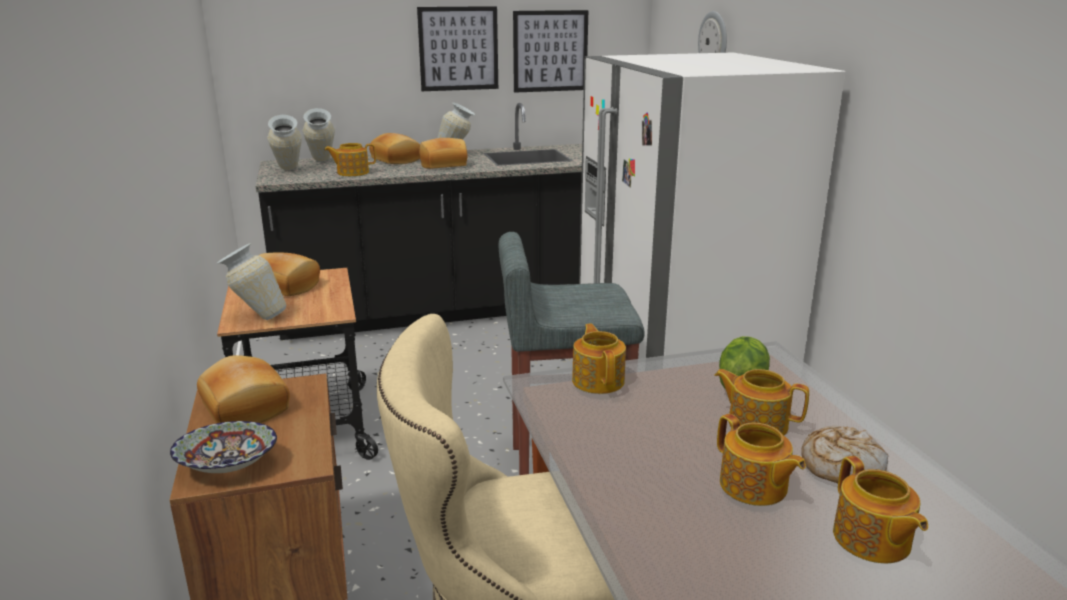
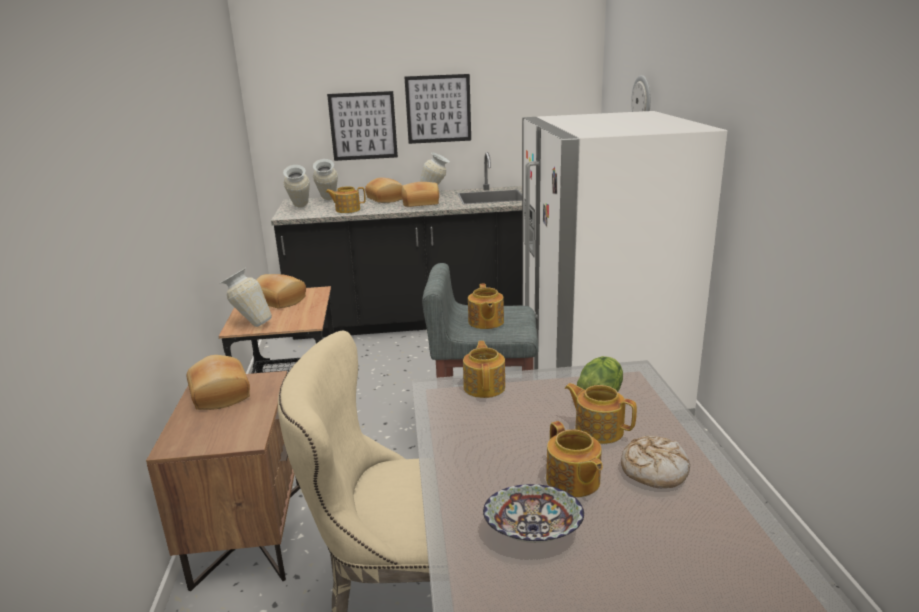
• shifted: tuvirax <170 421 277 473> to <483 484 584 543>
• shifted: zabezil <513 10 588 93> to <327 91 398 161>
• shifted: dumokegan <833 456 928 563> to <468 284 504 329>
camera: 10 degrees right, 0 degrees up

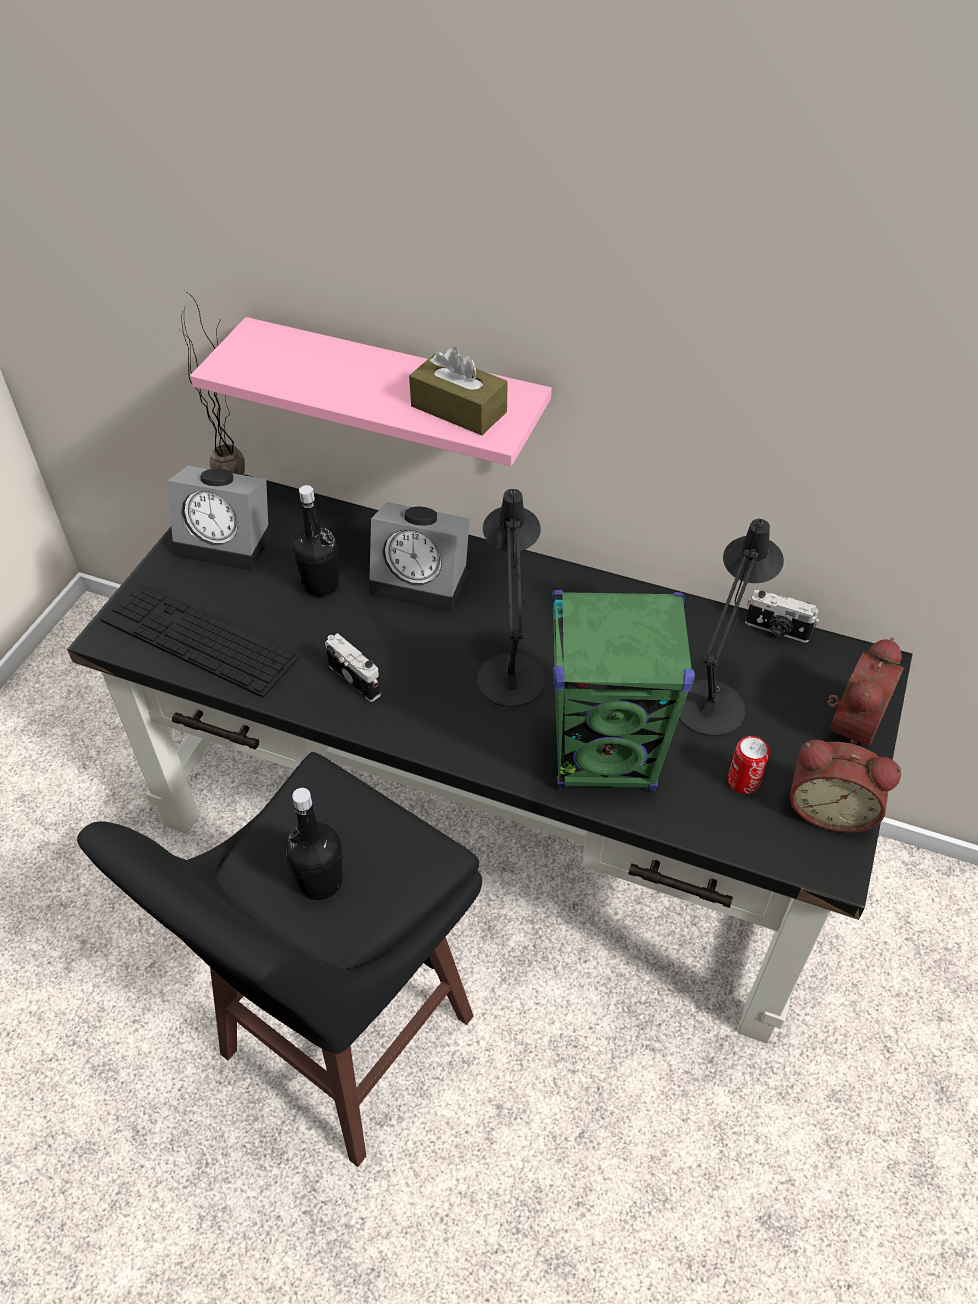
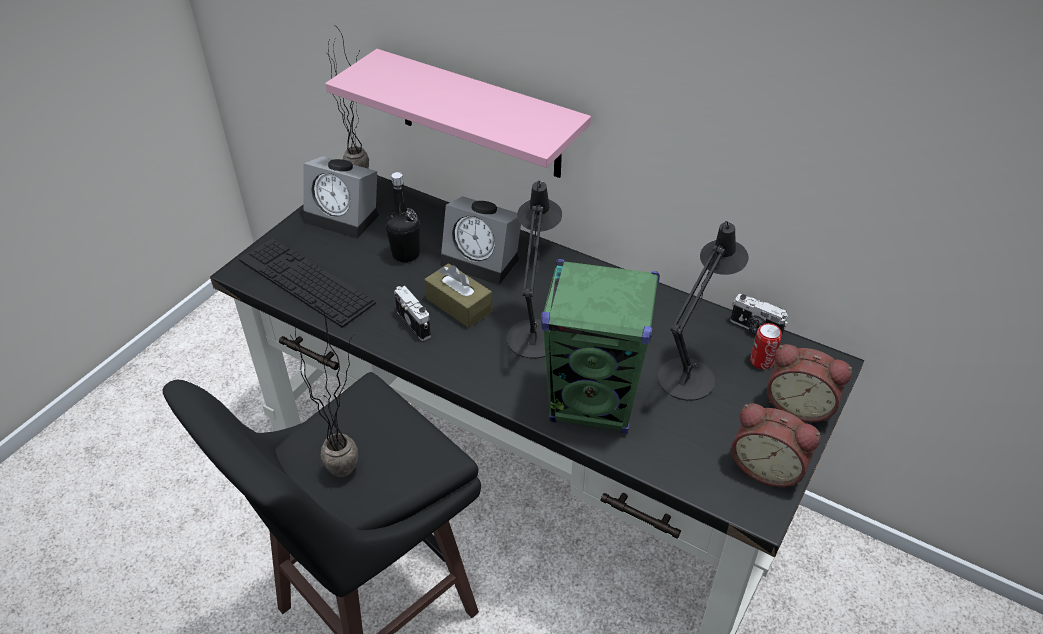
• shifted: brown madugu <409 347 508 435> to <425 263 492 328>
• shifted: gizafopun <728 736 769 794> to <750 323 782 369>
• swapped: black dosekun <285 788 343 900> to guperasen <290 302 358 477>
• rotated: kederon <827 638 904 746> = <767 344 852 422> 75 degrees clockwise
camera: 10 degrees right, 5 degrees down

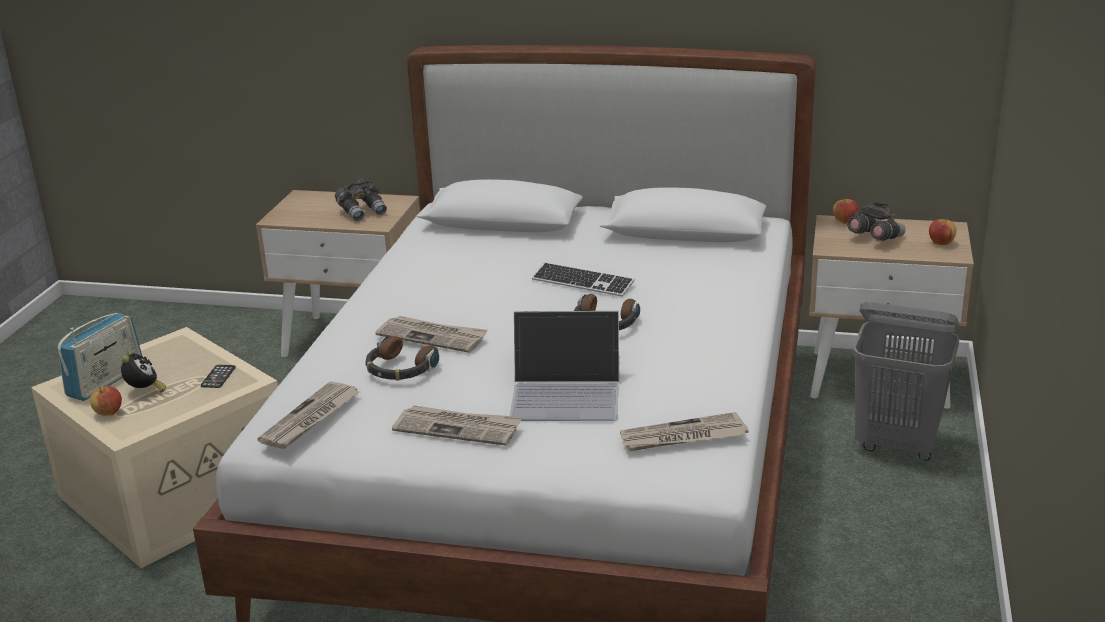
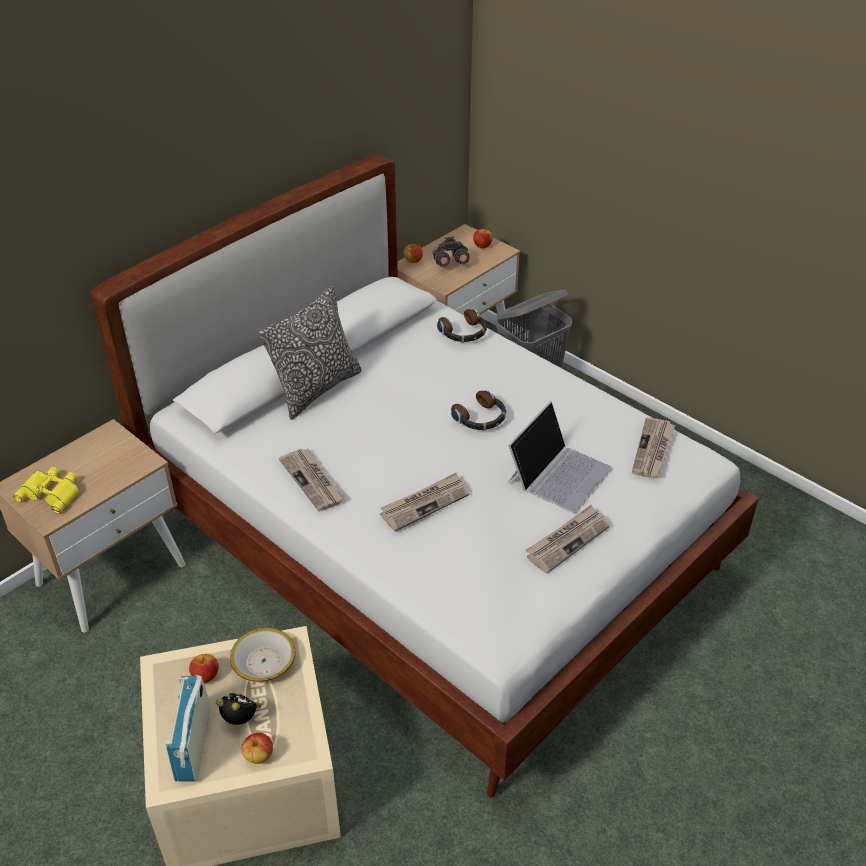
• gone: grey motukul <335 177 387 221>
• gone: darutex <532 262 635 297>
• new: yellow motukul <13 467 80 514>
• new: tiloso <189 654 219 683>
• new: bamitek <259 286 361 420>
• shifted: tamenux <258 381 359 449> to <279 449 345 511>
• shifted: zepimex <365 336 439 380> to <437 309 487 342>
• swapped: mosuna <201 365 236 388> to tuvirax <230 628 295 682>
• rotated: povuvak <57 313 143 401> = <165 675 210 782> 150 degrees counterclockwise
camera: 60 degrees left, 15 degrees up

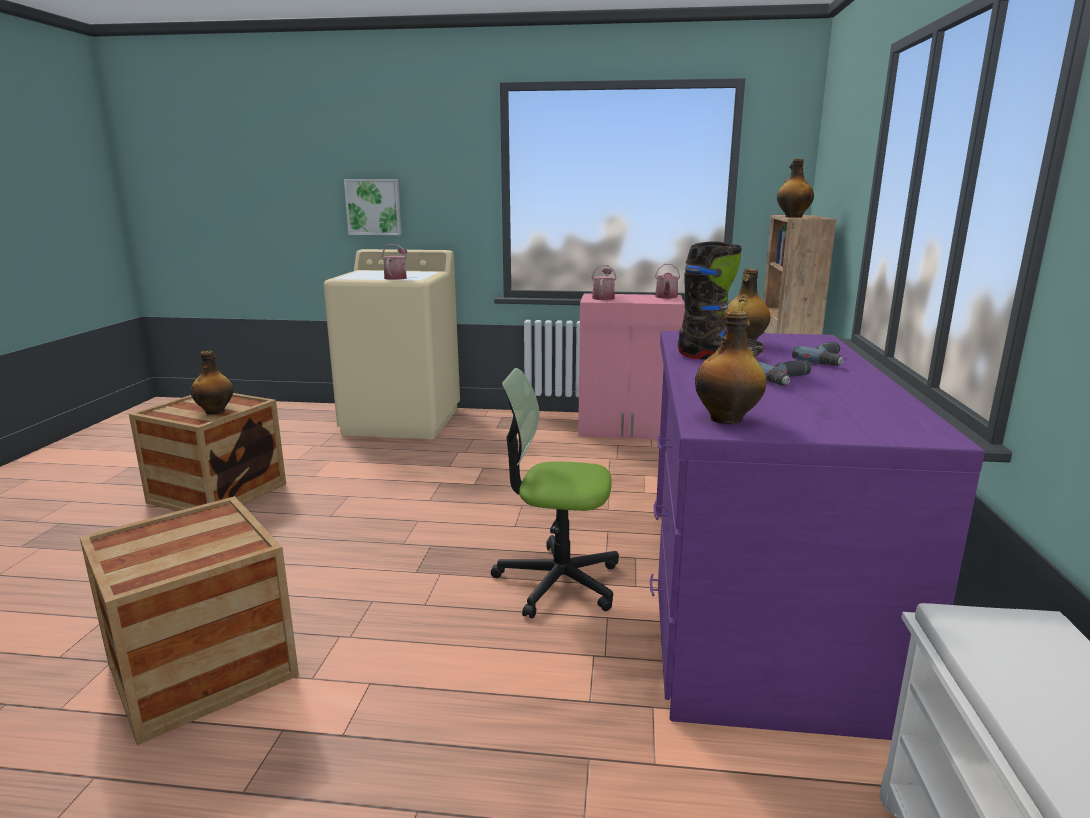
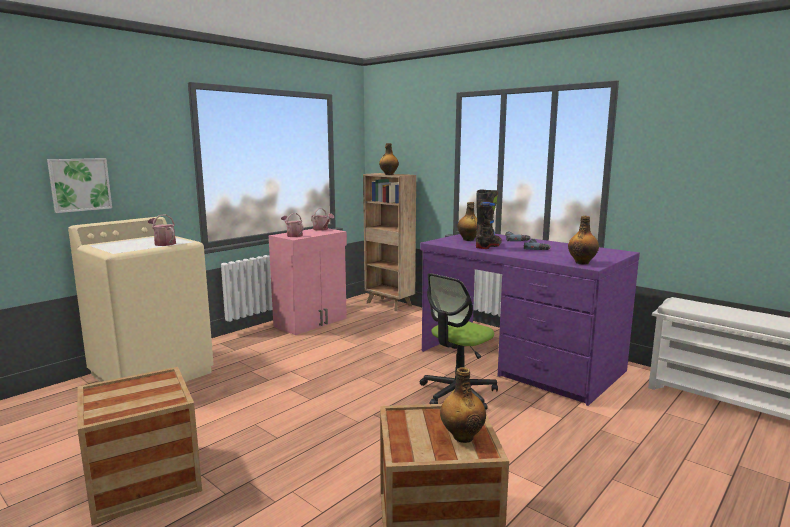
• shifted: dosekun <191 350 233 415> to <440 367 486 443>
camera: 55 degrees left, 5 degrees down

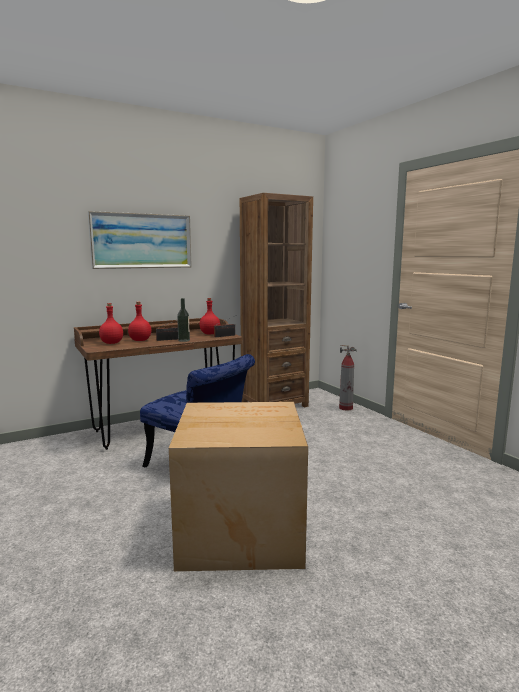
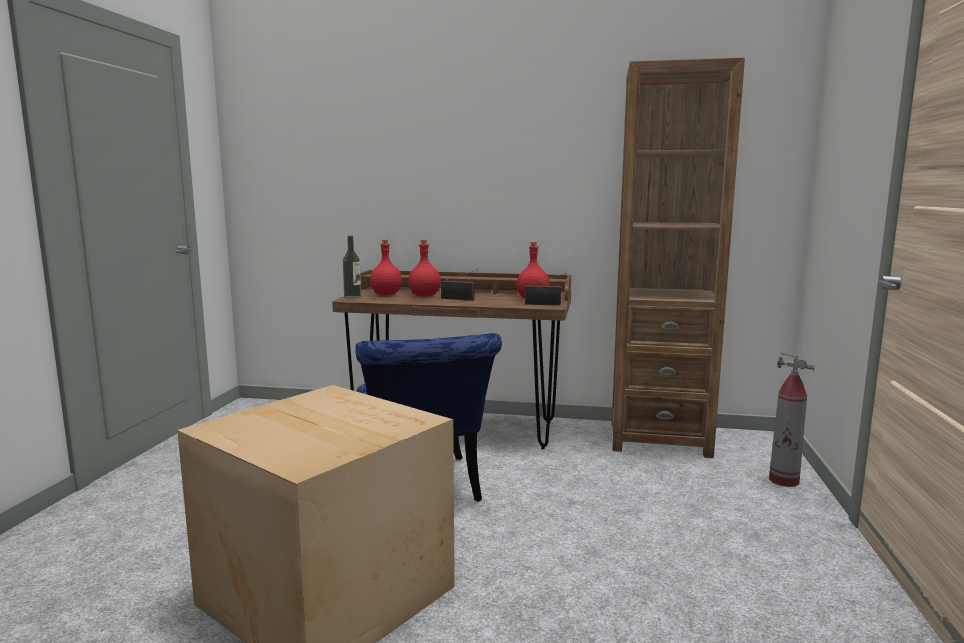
• gone: zabezil <88 211 192 269>
• shifted: dosekun <177 298 190 342> to <343 236 361 299>
camera: 40 degrees right, 0 degrees up

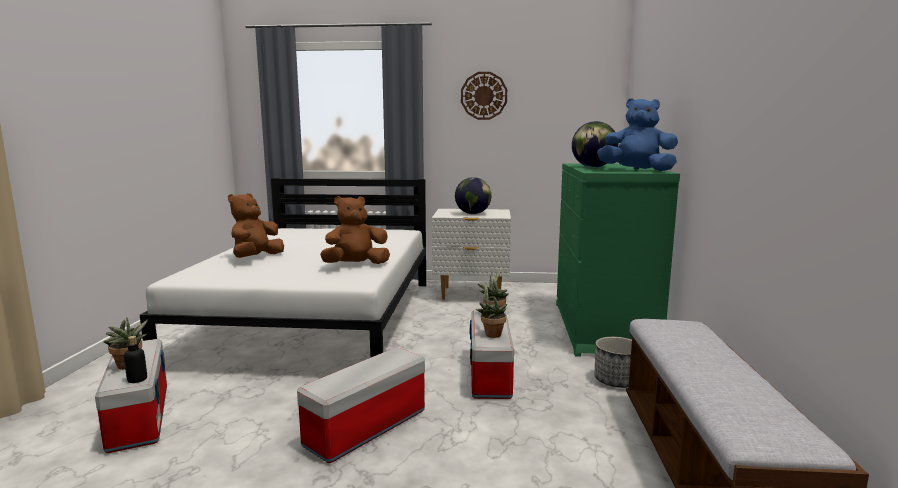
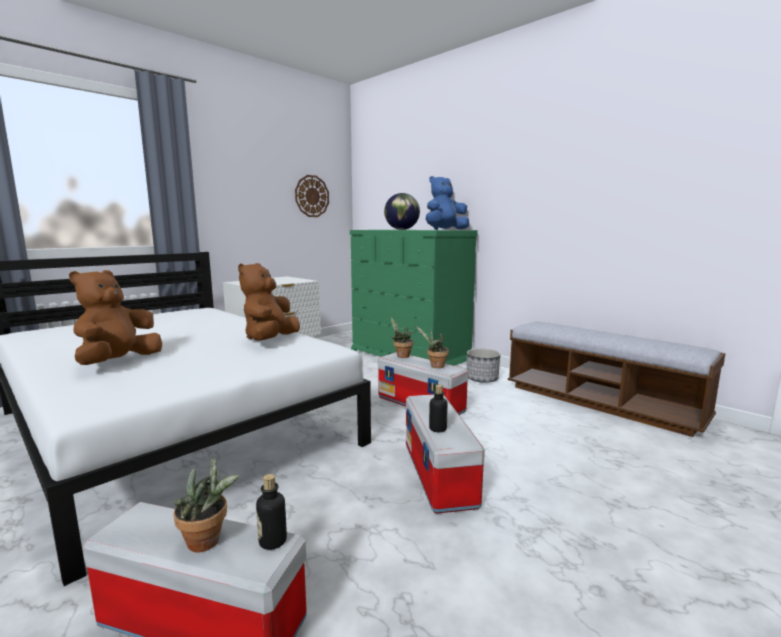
• gone: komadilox <455 177 492 214>
• new: dosekun <429 385 448 432>
• shifted: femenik <461 72 507 120> to <295 175 329 217>
• rotated: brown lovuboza <228 193 284 258> = <69 270 162 365> 45 degrees clockwise
camera: 50 degrees left, 0 degrees up

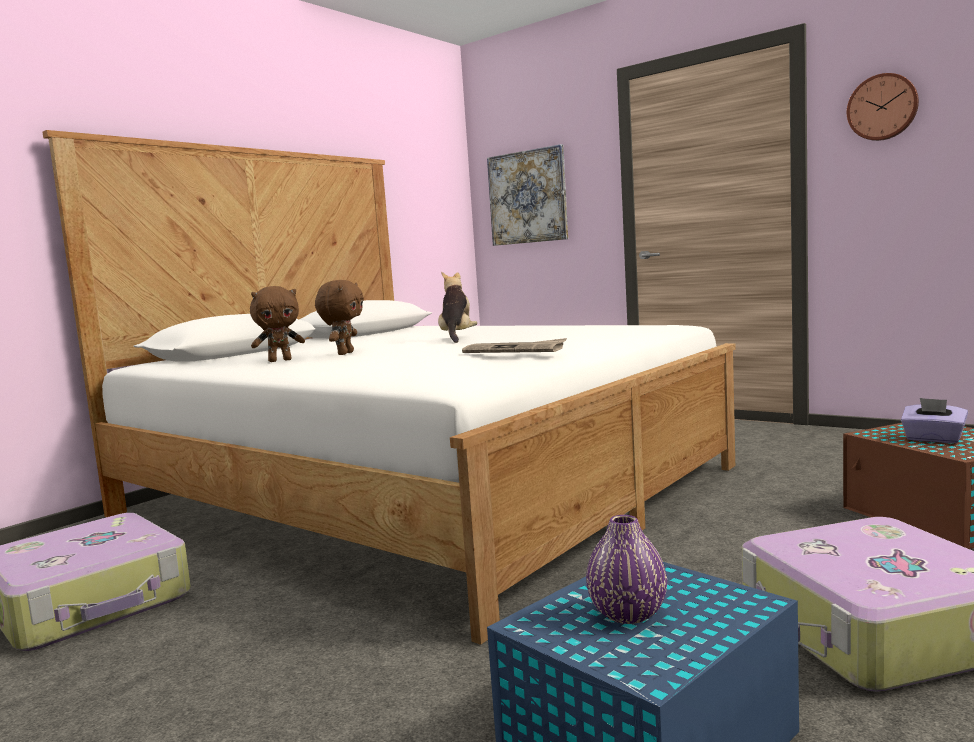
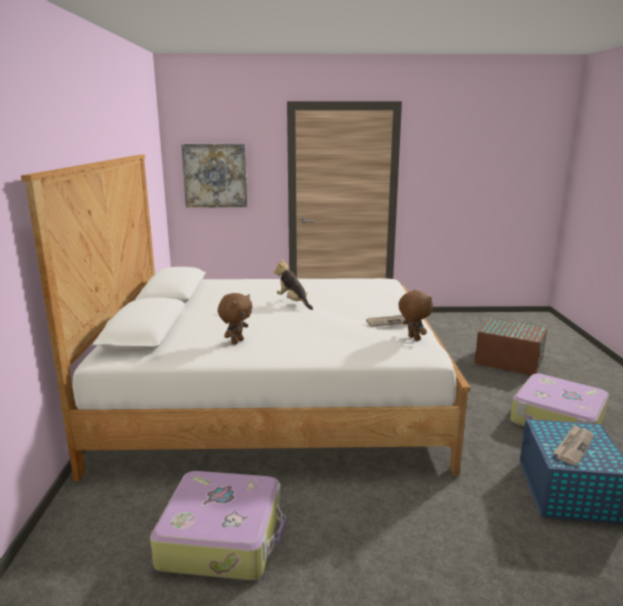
• gone: femenik <847 73 919 141>
• gone: purple madugu <901 398 968 443>
• shifted: brown lovuboza <315 280 364 355> to <398 290 433 341>
• swapped: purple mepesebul <586 515 667 624> to tamenux <553 424 594 466>
camera: 40 degrees left, 10 degrees up

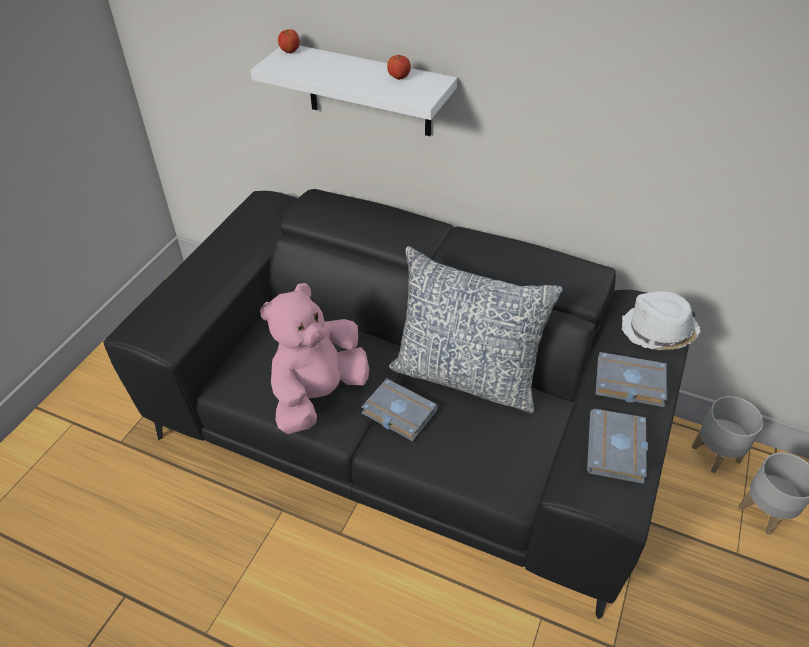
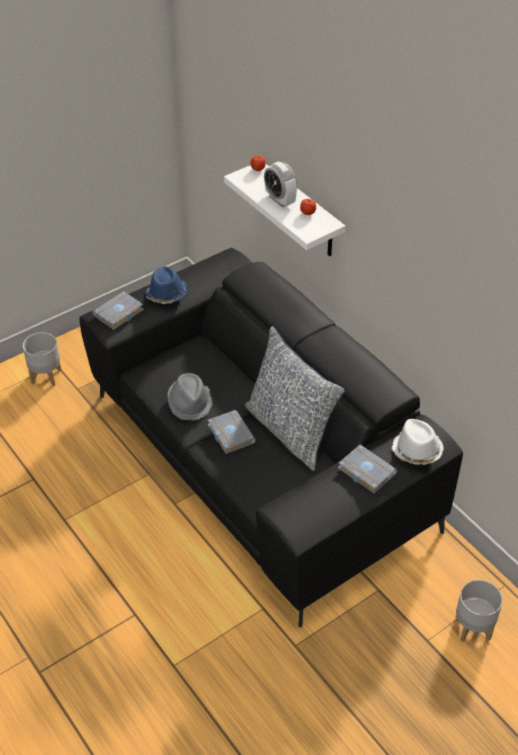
• new: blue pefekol <146 266 187 304>
• new: kederon <264 162 297 207>
• shifted: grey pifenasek <587 409 648 484> to <92 291 144 330>
• shifted: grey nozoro <692 396 764 473> to <23 332 61 386>
• swapped: pink lovuboza <260 283 369 434> to grey pefekol <167 373 213 420>
camera: 30 degrees right, 0 degrees up

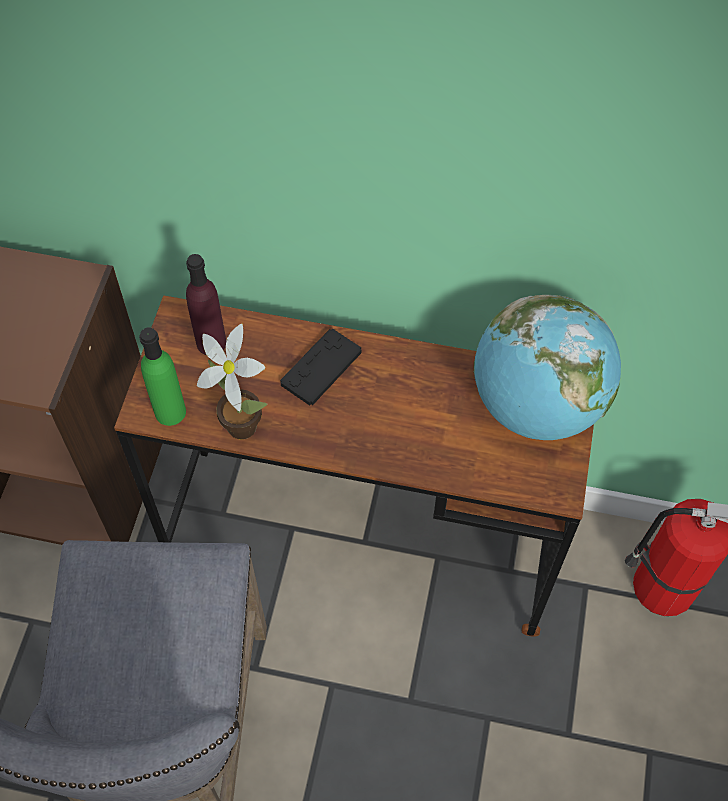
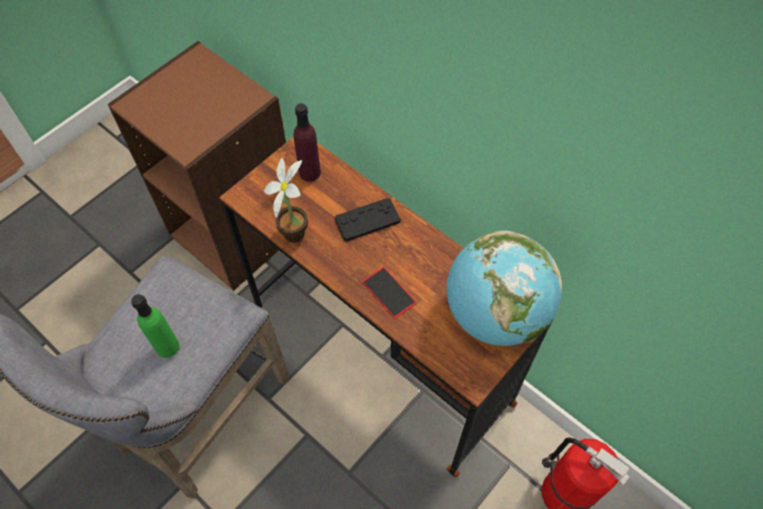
• new: mosuna <362 267 416 319>
• shifted: green dosekun <139 327 186 426> to <131 294 179 358>
camera: 30 degrees right, 0 degrees up

